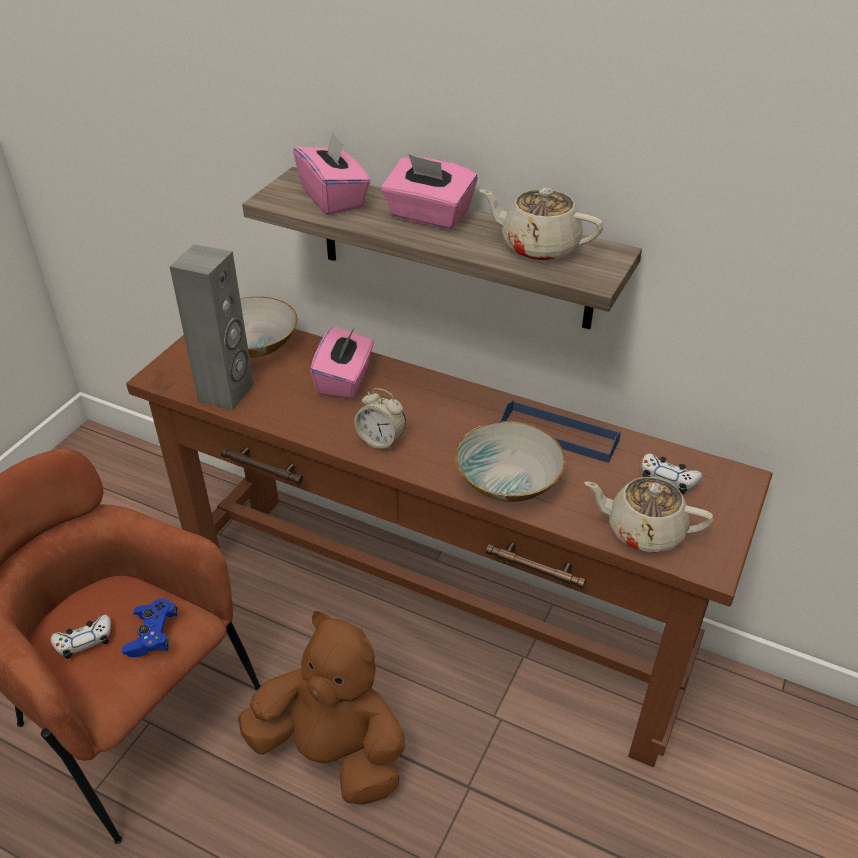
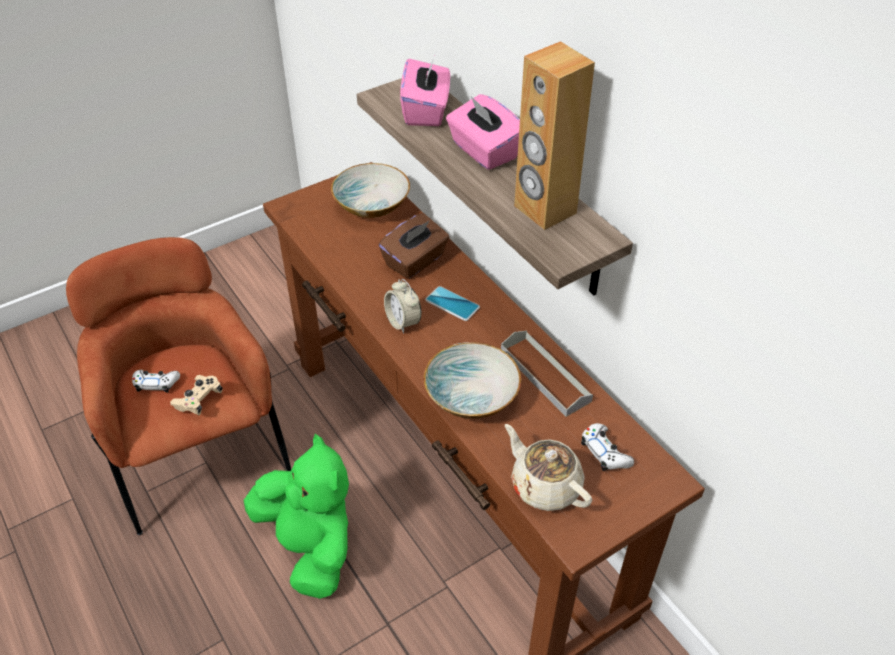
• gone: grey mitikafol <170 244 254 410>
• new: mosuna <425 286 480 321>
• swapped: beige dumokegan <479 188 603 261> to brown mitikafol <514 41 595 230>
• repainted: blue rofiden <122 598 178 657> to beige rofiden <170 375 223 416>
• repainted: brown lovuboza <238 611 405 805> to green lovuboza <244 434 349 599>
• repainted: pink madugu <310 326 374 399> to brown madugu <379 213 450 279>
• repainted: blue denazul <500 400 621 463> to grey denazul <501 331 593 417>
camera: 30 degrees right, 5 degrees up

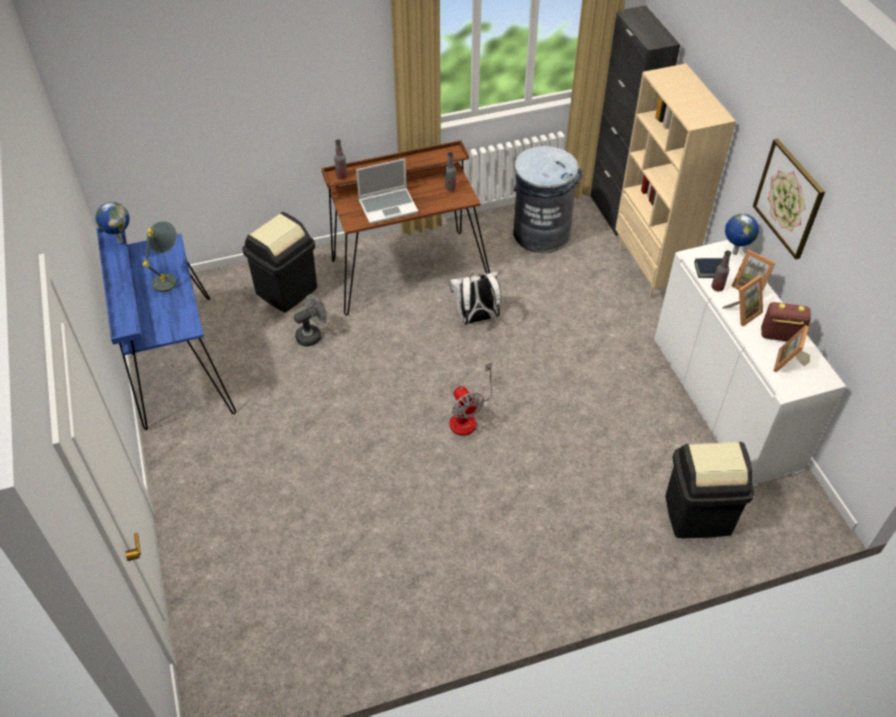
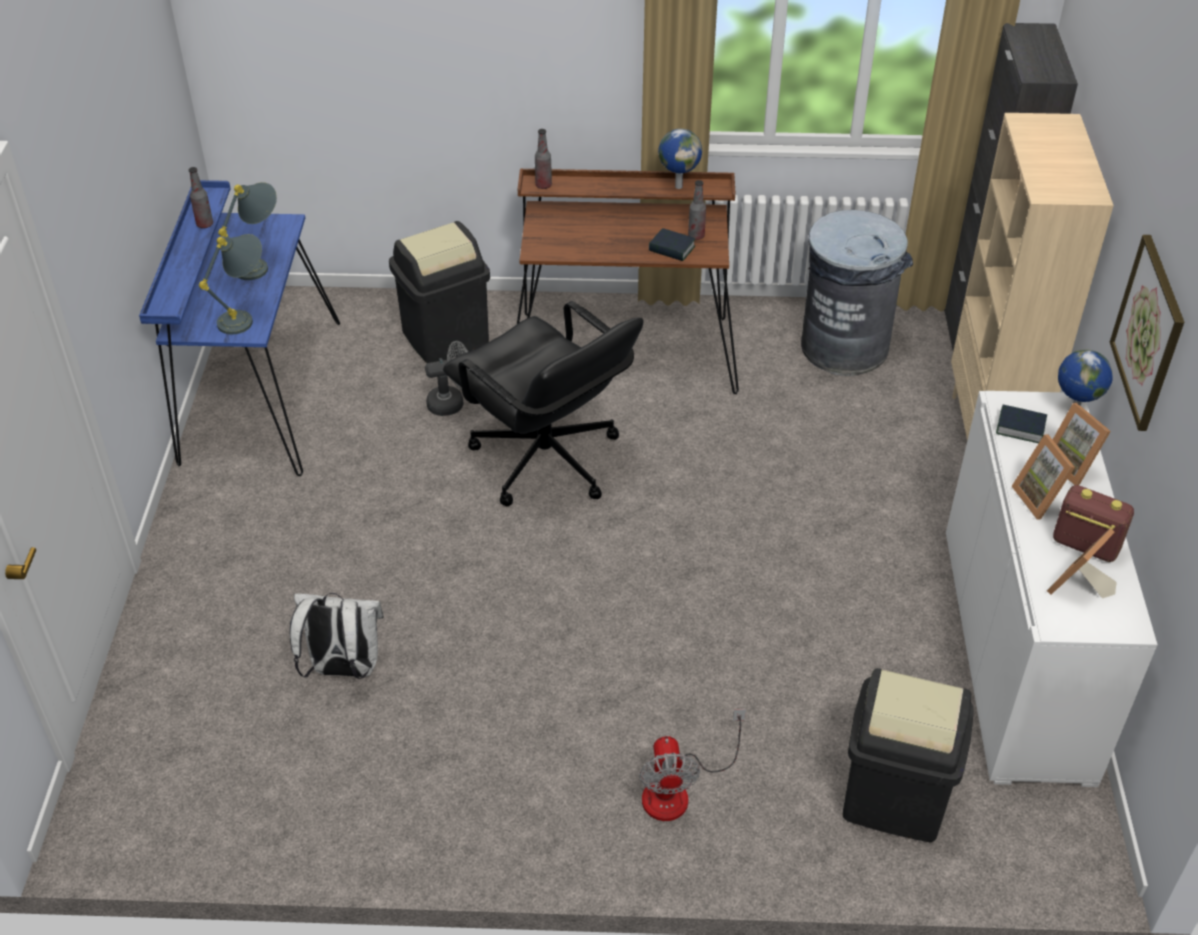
• gone: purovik <356 158 418 224>
• new: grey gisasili <199 234 262 335>
• new: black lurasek <443 301 643 506>
• new: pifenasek <649 228 696 261>
• shifted: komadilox <96 202 129 243> to <658 129 702 189>
• shifted: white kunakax <449 272 501 325> to <290 593 384 679>
• shifted: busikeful <450 362 492 436> to <639 709 746 821>
• shifted: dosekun <711 250 731 291> to <189 167 213 228>
• rotated: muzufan <723 275 763 326> = <1012 434 1075 519> 90 degrees clockwise
camera: 20 degrees right, 5 degrees down

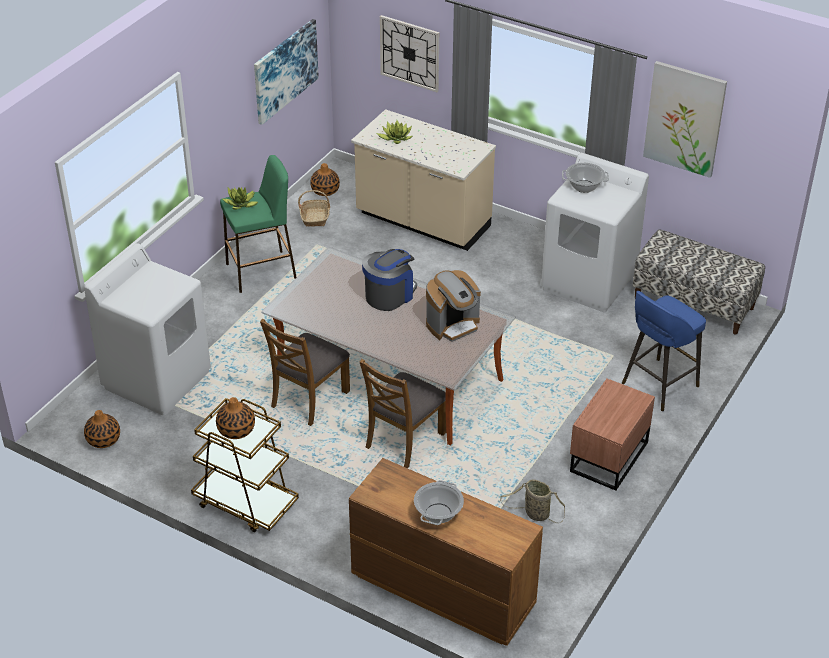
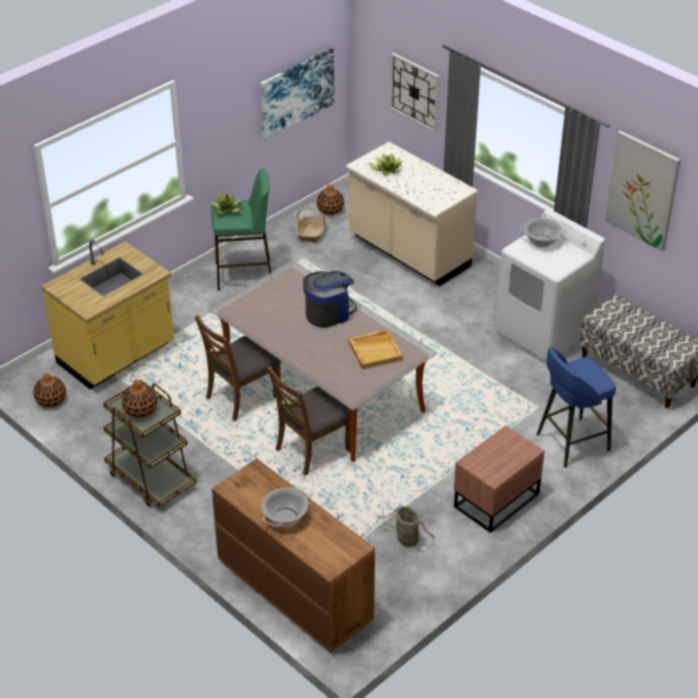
• swapped: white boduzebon <84 243 211 415> to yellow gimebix <41 240 174 389>
• swapped: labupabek <426 270 481 342> to beige denazul <348 330 403 369>
camera: 15 degrees right, 0 degrees up

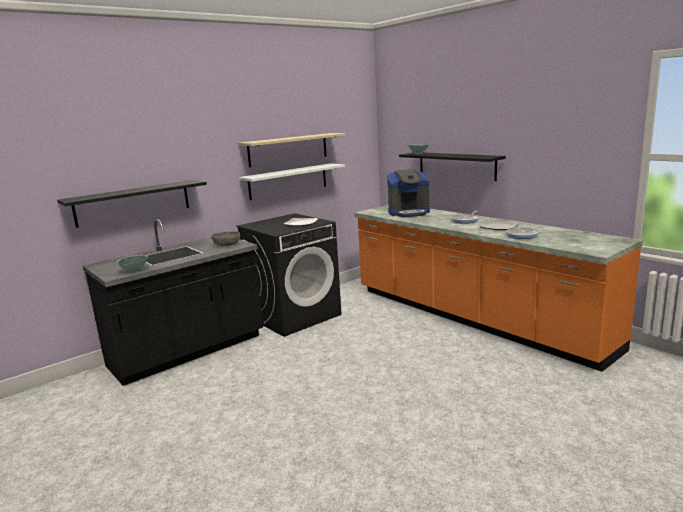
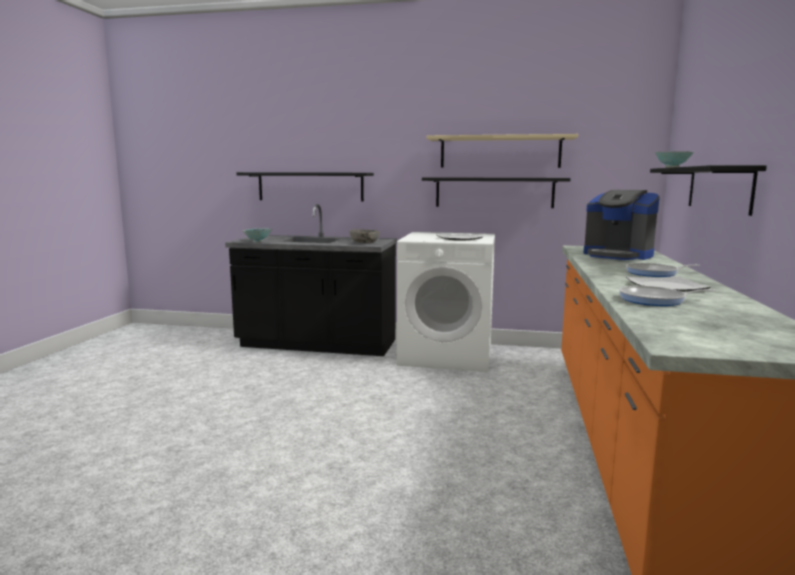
• repainted: black boduzebon <237 213 341 337> to white boduzebon <397 232 495 372>
• repainted: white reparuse <239 163 345 200> to black reparuse <422 177 571 208>
camera: 50 degrees right, 5 degrees down

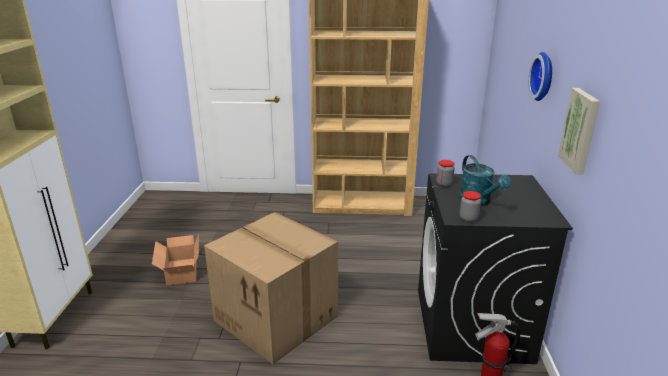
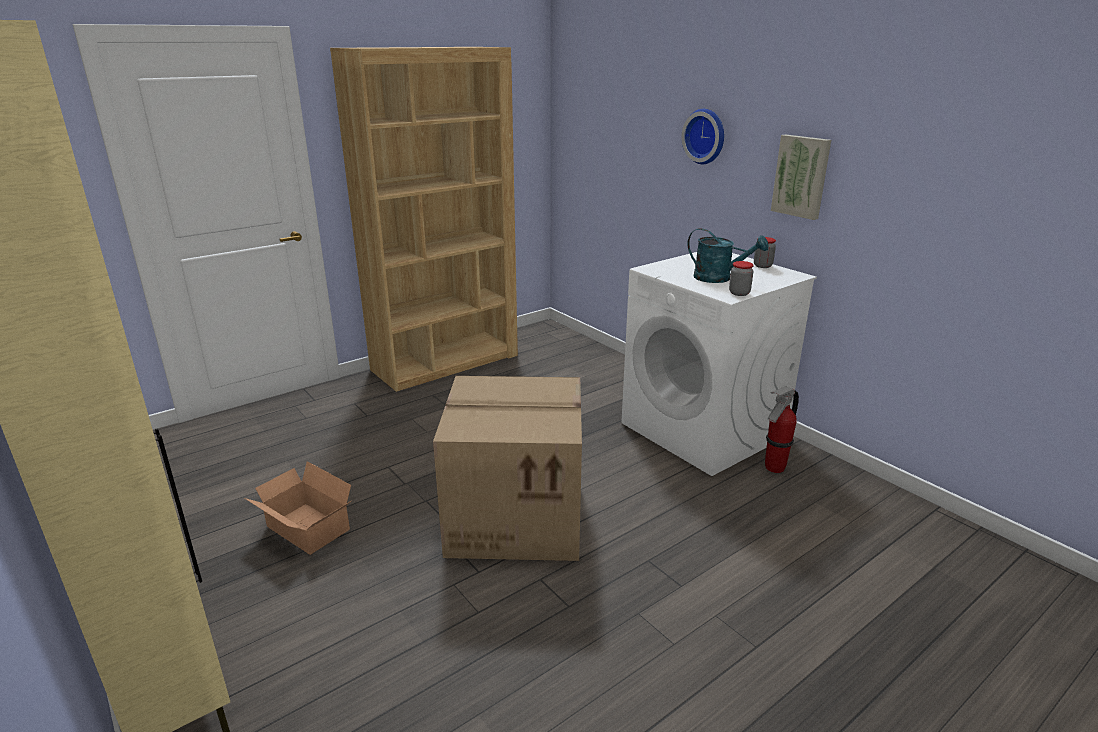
• shifted: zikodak <436 160 455 187> to <754 237 776 268>
• repainted: black boduzebon <418 173 573 364> to white boduzebon <621 252 817 476>
camera: 40 degrees left, 0 degrees up

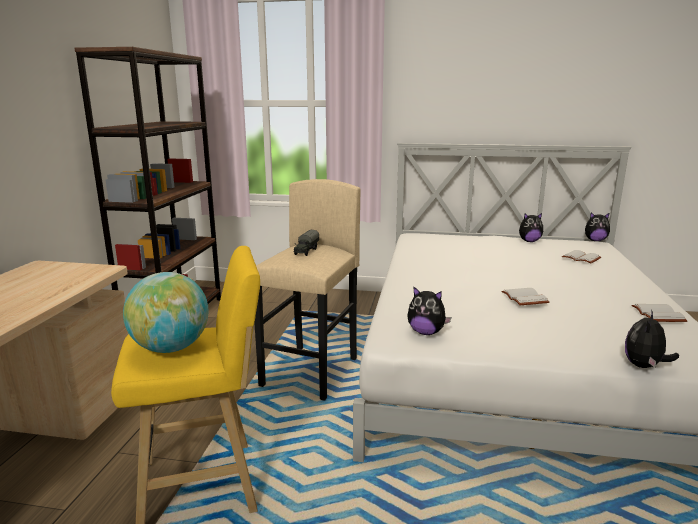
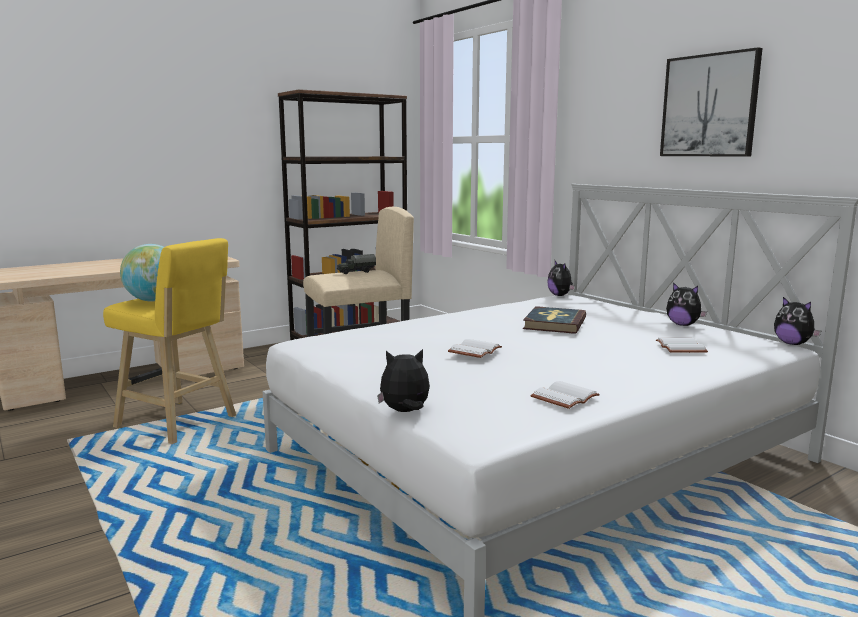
• new: pifenasek <523 306 586 334>
• new: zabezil <660 47 762 157>
• shifted: lovuboza <407 287 451 335> to <547 261 575 296>
camera: 45 degrees right, 5 degrees down

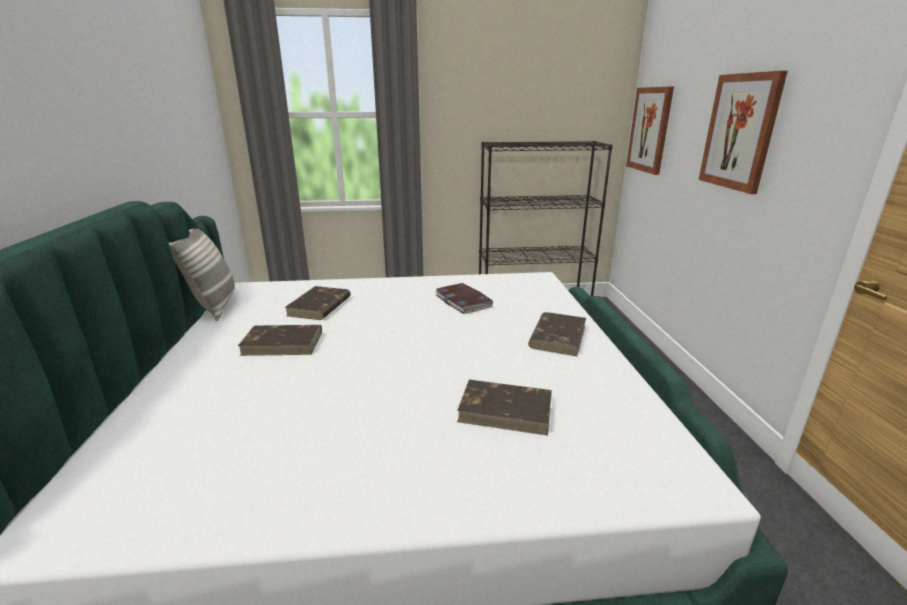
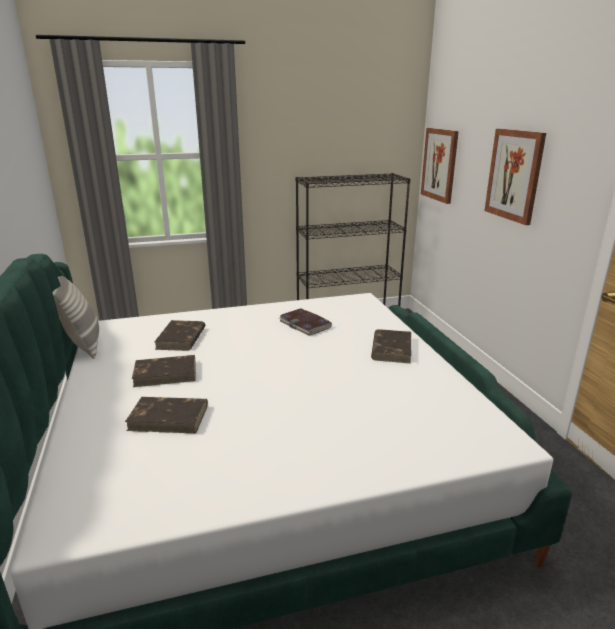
• shifted: brown pifenasek <457 380 552 436> to <125 397 208 433>
camera: 10 degrees left, 0 degrees up

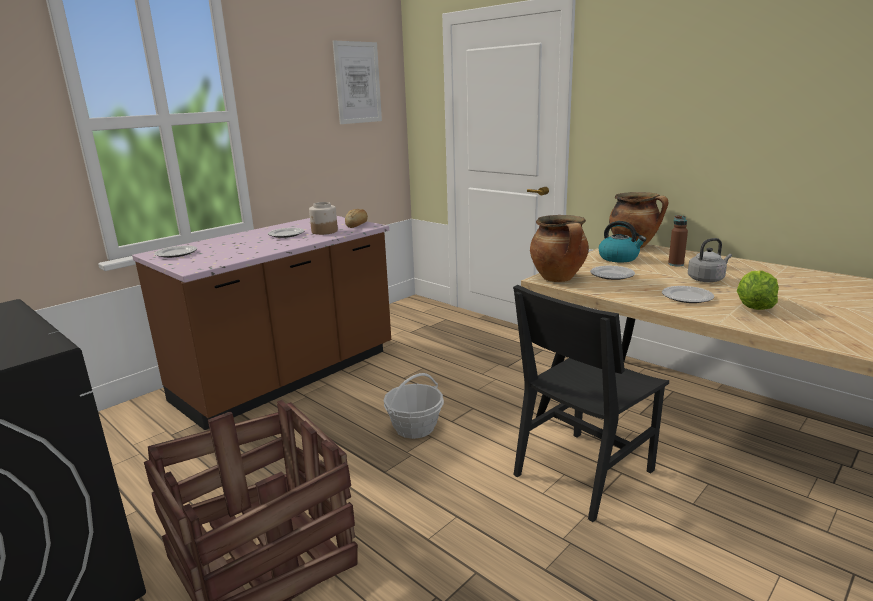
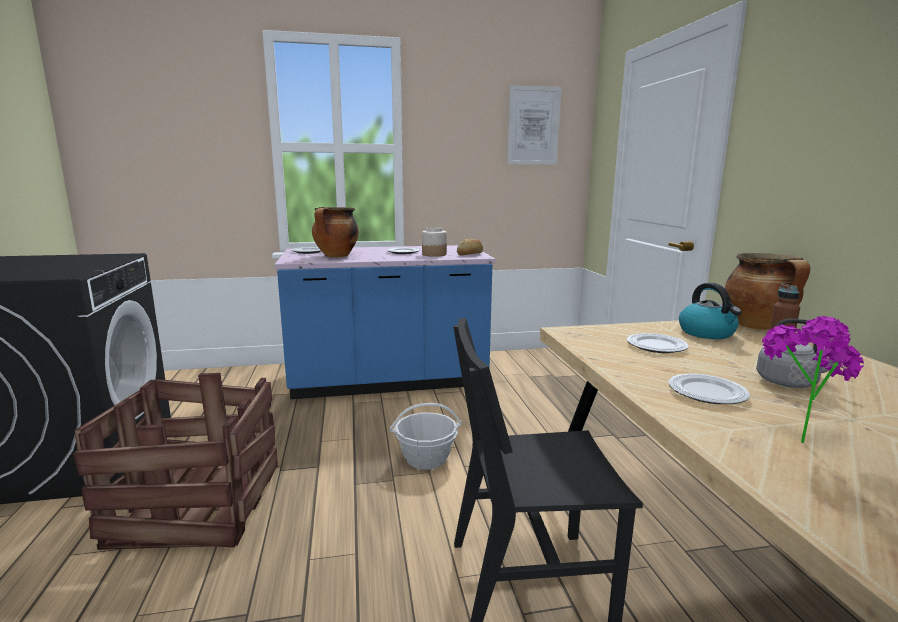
• shifted: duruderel <530 215 589 282> to <312 207 359 258>
• swapped: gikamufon <737 270 779 310> to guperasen <762 316 864 443>
• repainted: brown gimebix <132 216 391 430> to blue gimebix <274 245 495 399>
camera: 35 degrees right, 5 degrees down

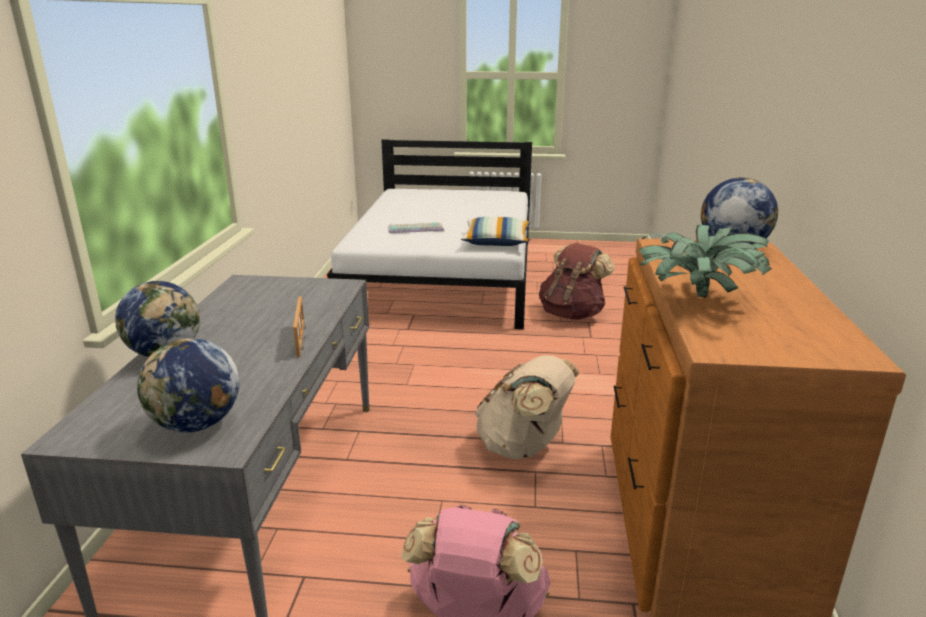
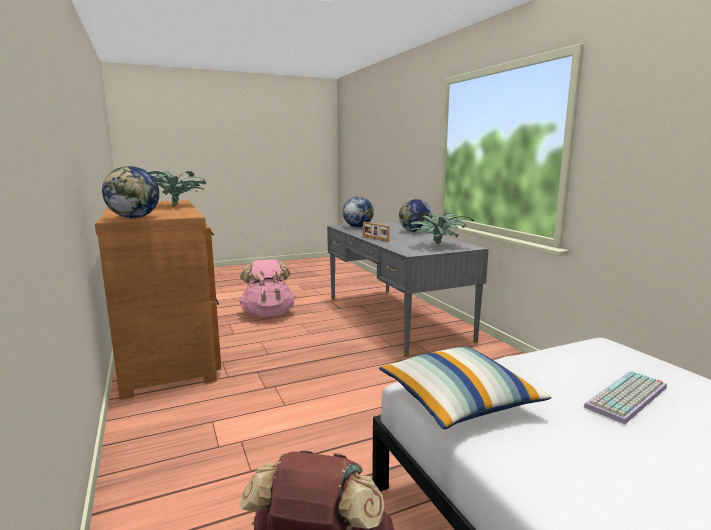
• gone: beige kunakax <475 355 579 459>
• new: guperasen <409 213 474 245>
camera: 150 degrees right, 10 degrees down

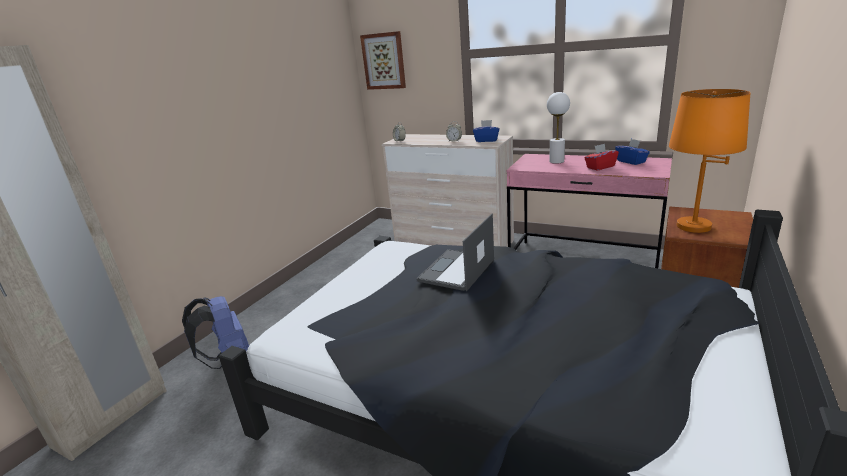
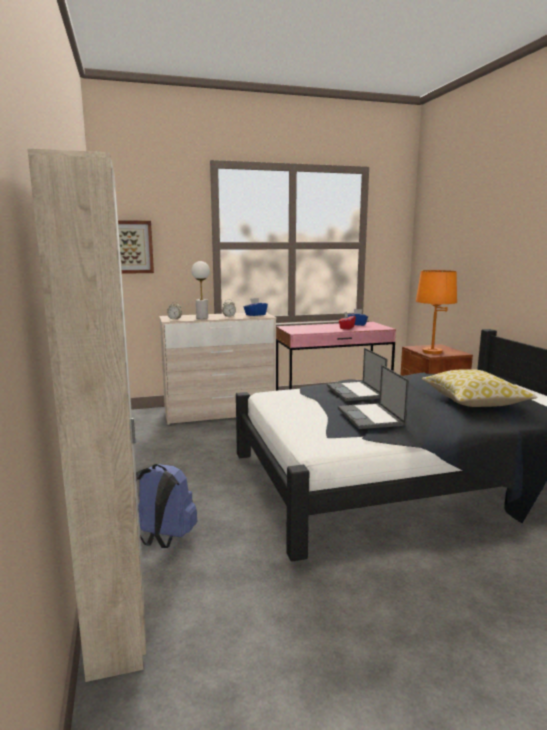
• new: purovik <338 365 409 429>
• new: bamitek <422 369 537 407>
• shifted: white gisasili <547 92 570 164> to <191 261 210 319>
camera: 45 degrees left, 10 degrees down

